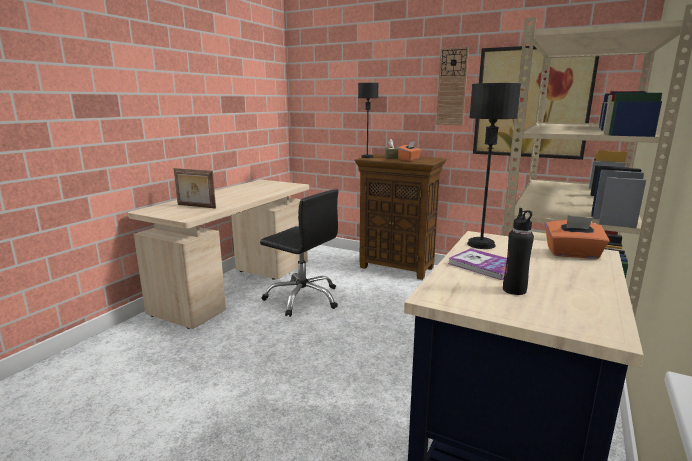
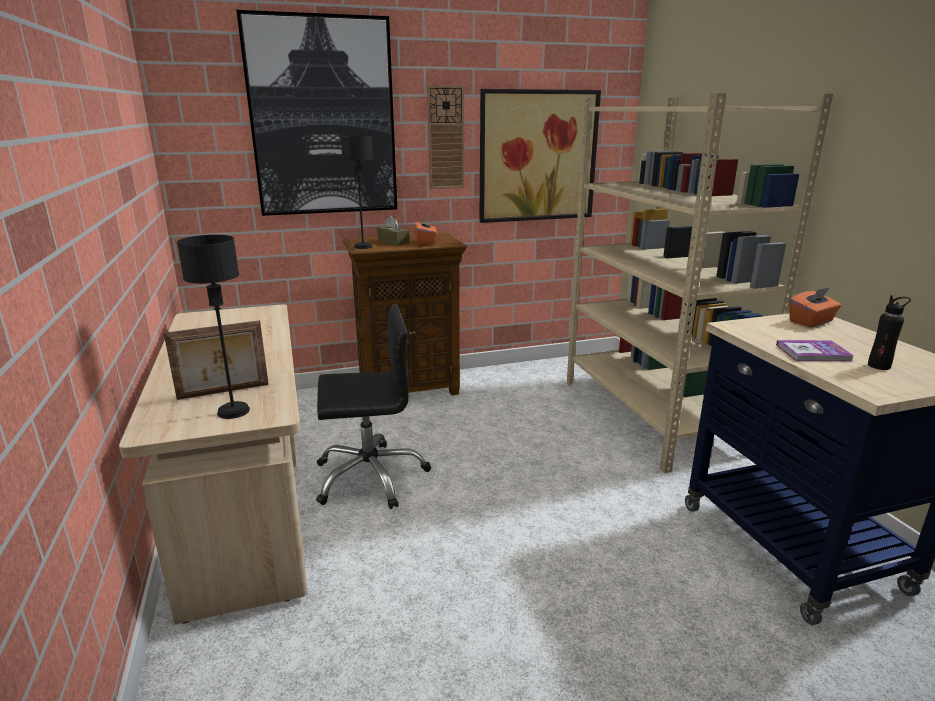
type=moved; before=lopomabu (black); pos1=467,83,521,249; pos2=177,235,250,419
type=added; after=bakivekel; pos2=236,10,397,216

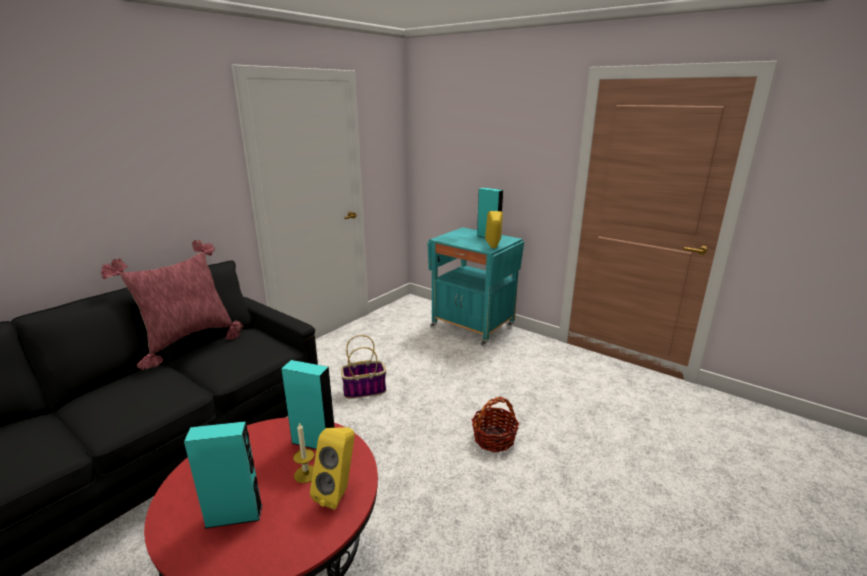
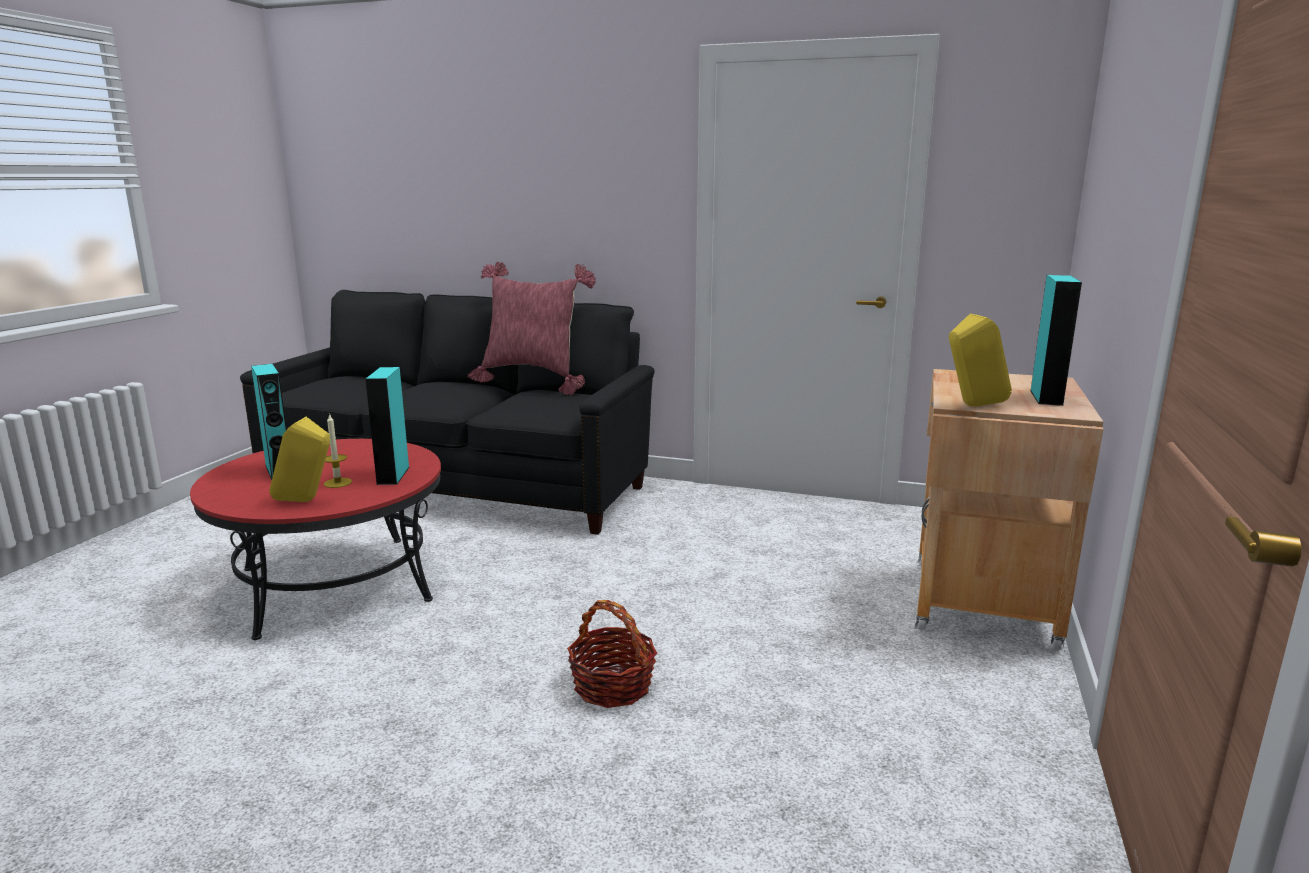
type=recoloured; before=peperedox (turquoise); after=peperedox (brown); pos1=427,227,524,347; pos2=915,369,1104,651
type=removed; before=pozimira; pos1=341,335,386,399

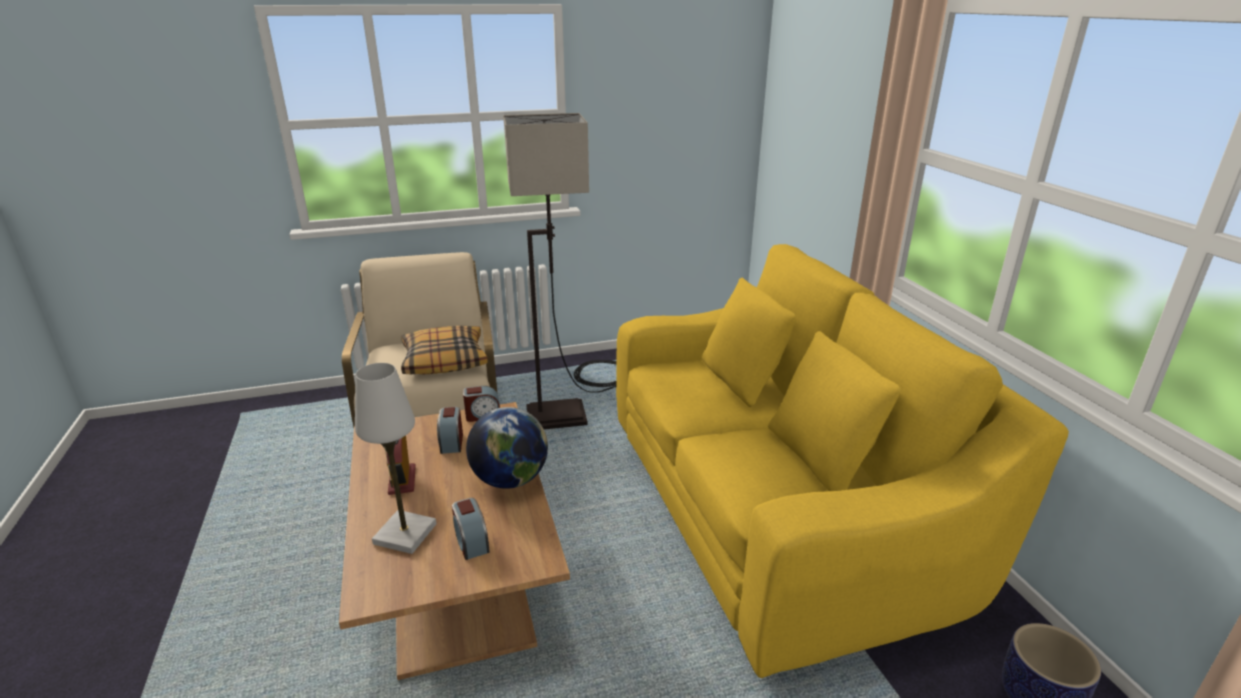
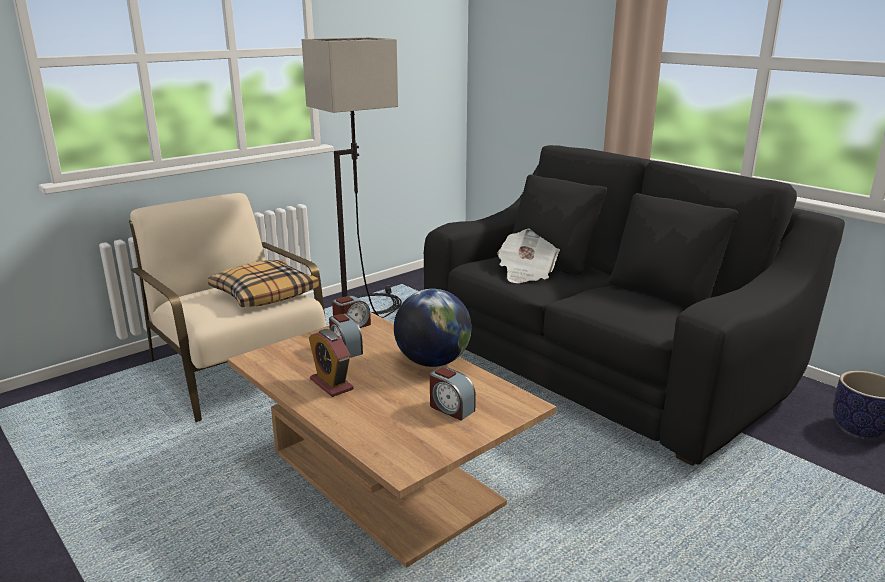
type=recoloured; before=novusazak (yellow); after=novusazak (black); pos1=616,244,1069,678; pos2=424,145,845,466
type=added; after=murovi; pos2=498,229,560,283
type=removed; before=lopomabu (white); pos1=355,363,437,554

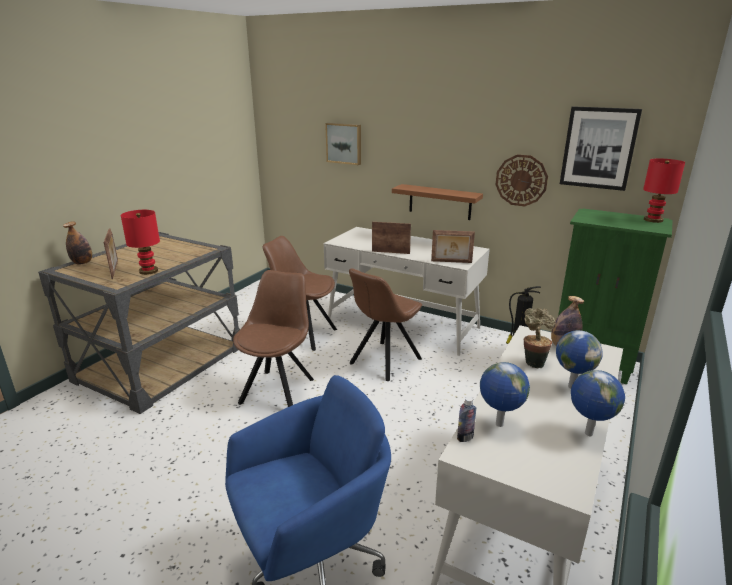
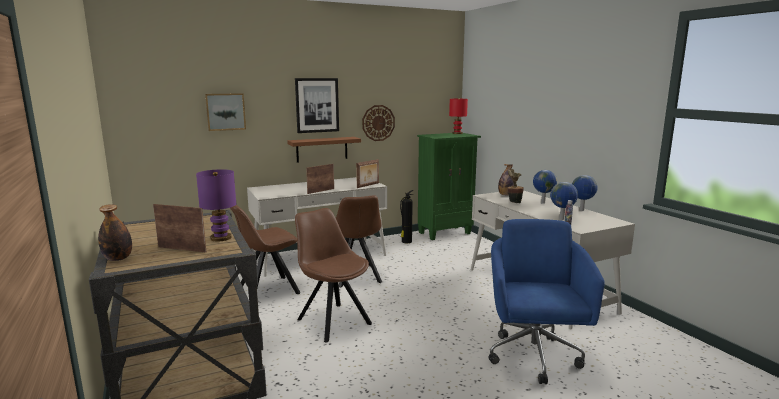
type=recoloured; before=lopomabu (red); after=lopomabu (purple); pos1=121,210,160,275; pos2=196,169,236,242
type=moved; before=bakivekel; pos1=560,106,642,191; pos2=295,78,339,133

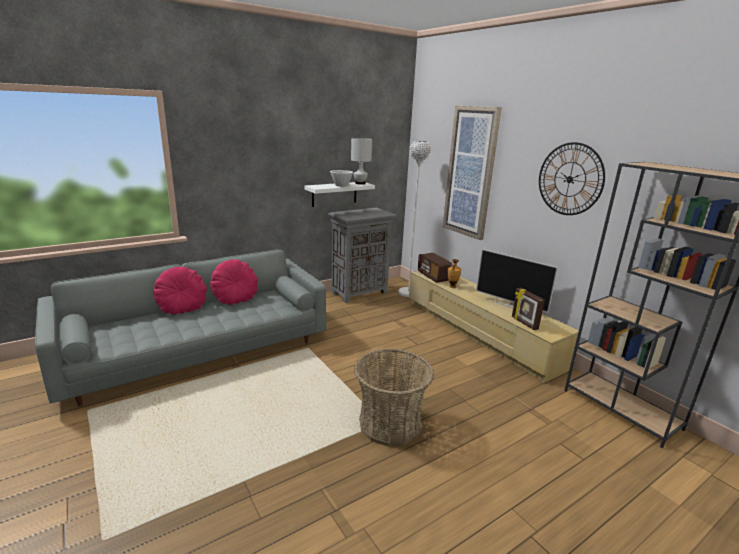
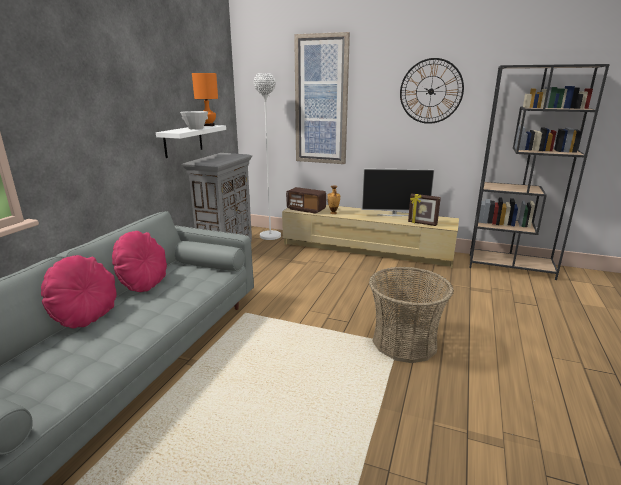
type=recoloured; before=lopomabu (white); after=lopomabu (orange); pos1=351,138,372,185; pos2=192,73,218,126

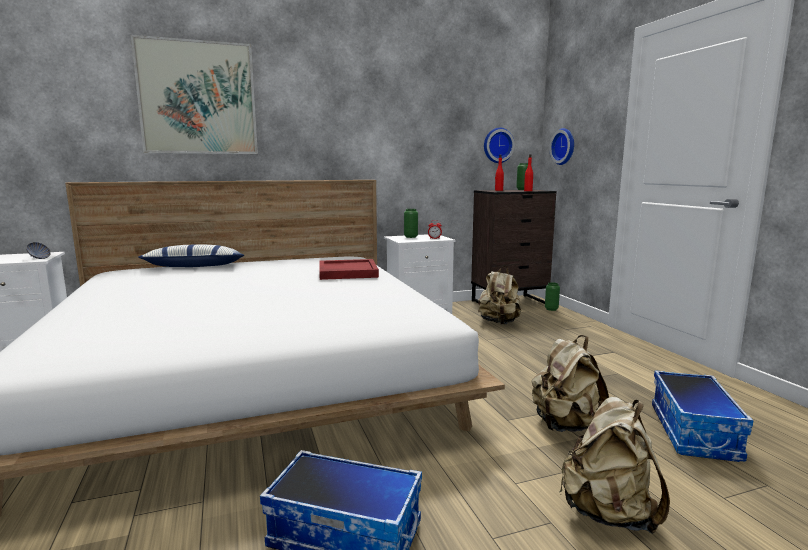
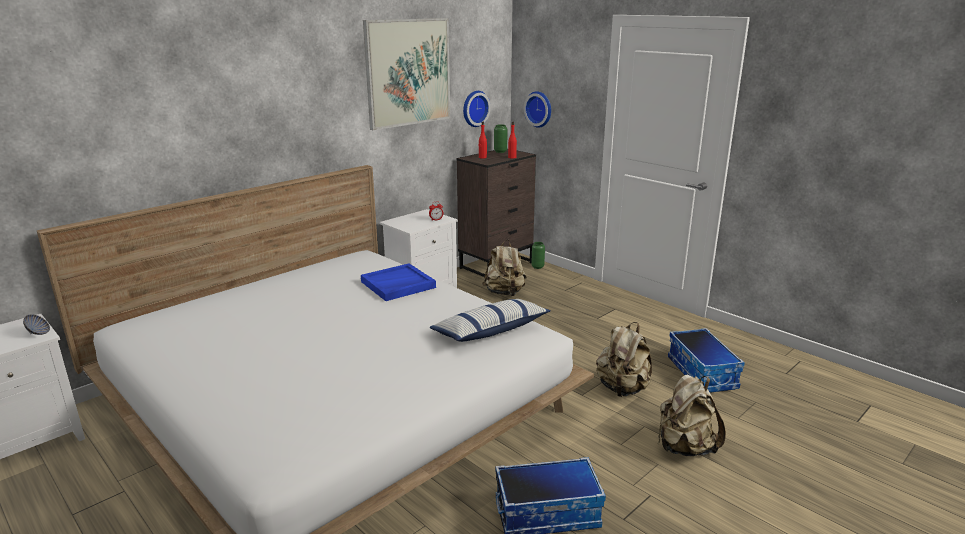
type=recoloured; before=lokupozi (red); after=lokupozi (blue); pos1=319,259,379,280; pos2=361,263,436,301
type=moved; before=bakivekel; pos1=131,35,258,154; pos2=363,18,450,130
type=moved; before=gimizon; pos1=138,244,244,267; pos2=429,299,551,342
type=removed; before=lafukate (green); pos1=404,209,418,238

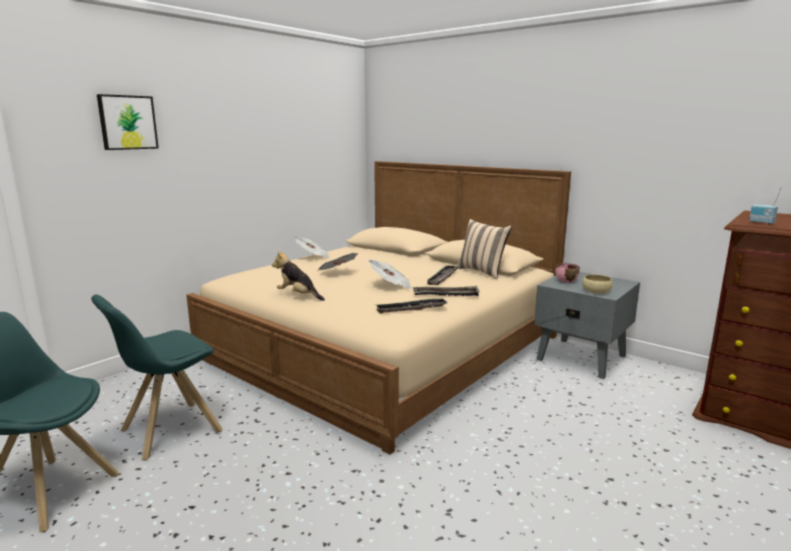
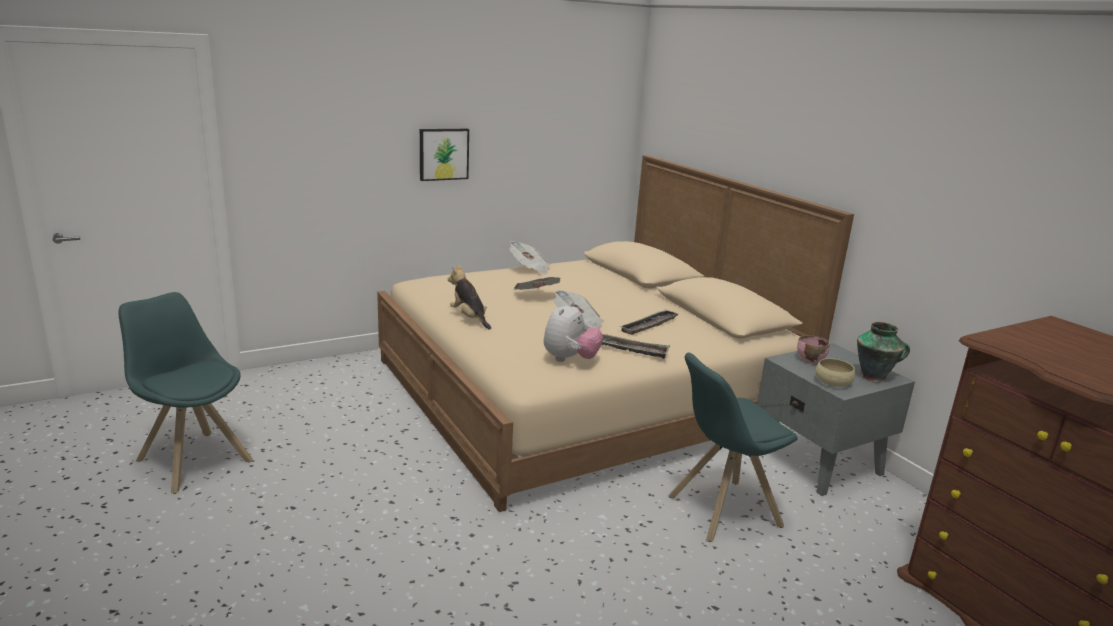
type=moved; before=bakivekel; pos1=97,94,159,150; pos2=420,129,469,181
type=replaced; before=lokupozi; after=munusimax; pos1=375,298,448,314; pos2=544,302,603,362
type=moved; before=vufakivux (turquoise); pos1=91,295,223,460; pos2=668,353,798,542
type=added; after=lafukate; pos2=857,322,910,383
type=removed; before=gimizon (beige); pos1=457,219,512,279
type=removed; before=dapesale; pos1=749,187,782,224

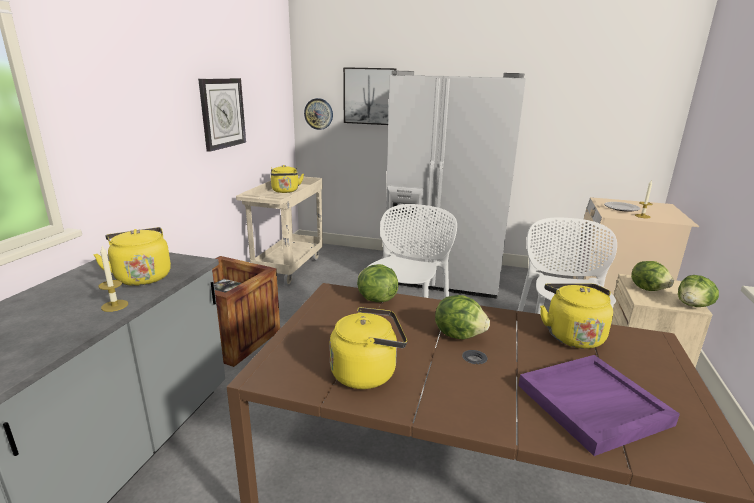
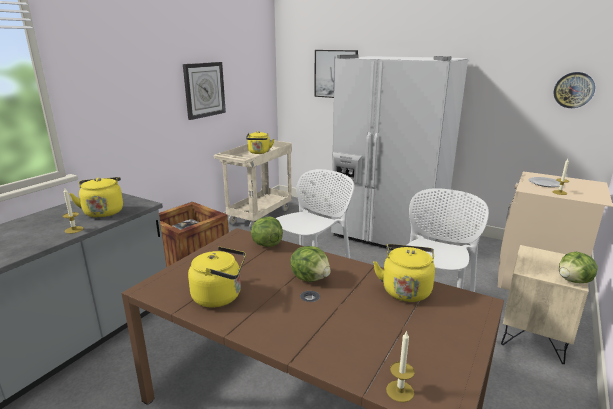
type=added; after=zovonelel; pos2=386,331,415,402
type=moved; before=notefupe; pos1=304,98,333,130; pos2=554,72,595,108
type=removed; before=lokupozi (purple); pos1=518,355,680,456
type=removed; before=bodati; pos1=631,261,674,291

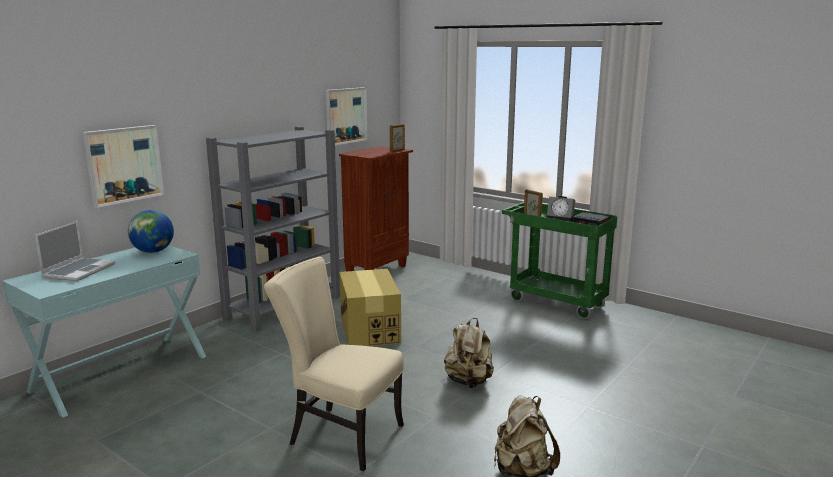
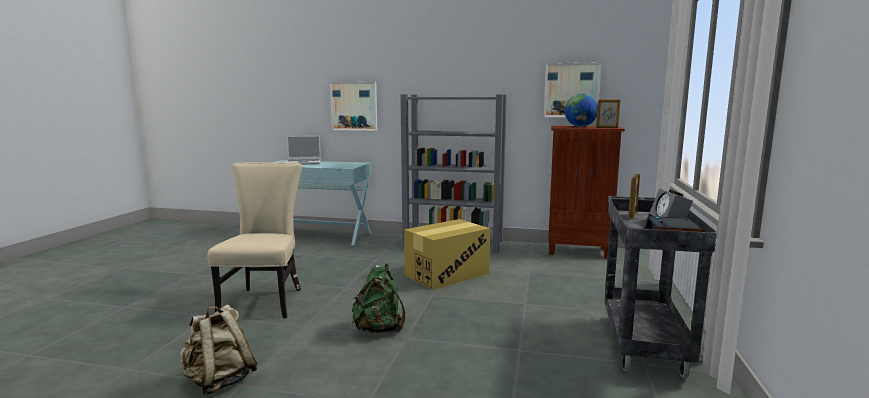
type=recoloured; before=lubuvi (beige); after=lubuvi (green); pos1=444,318,494,388; pos2=352,264,405,333
type=moved; before=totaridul; pos1=128,210,174,253; pos2=565,94,598,127
type=recoloured; before=peperedox (green); after=peperedox (grey); pos1=502,202,617,319; pos2=604,196,717,378

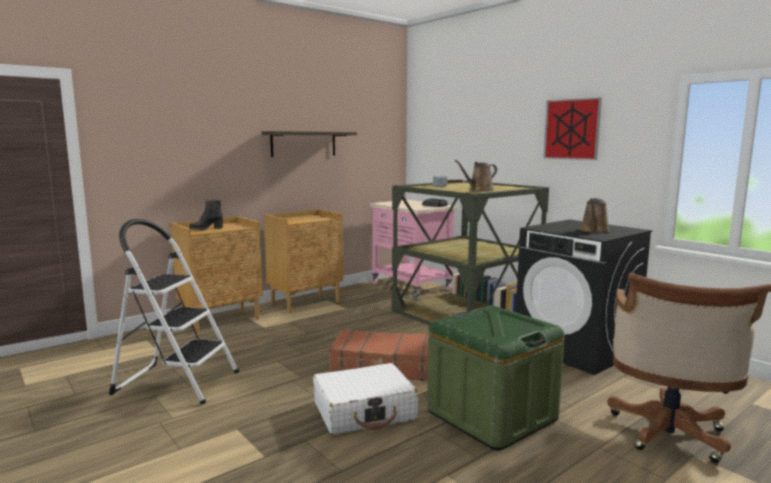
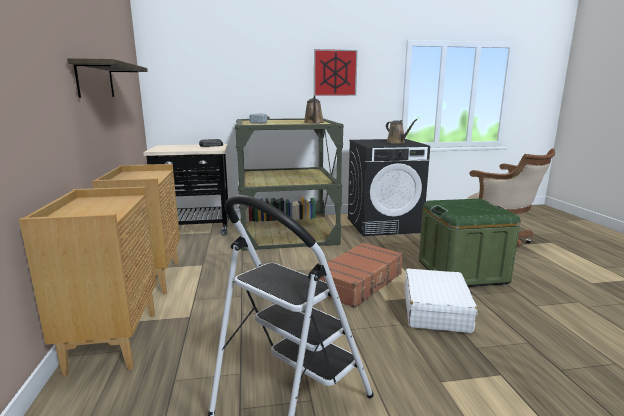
type=recoloured; before=peperedox (pink); after=peperedox (black); pos1=369,200,457,298; pos2=143,144,229,236
type=removed; before=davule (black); pos1=189,200,223,230

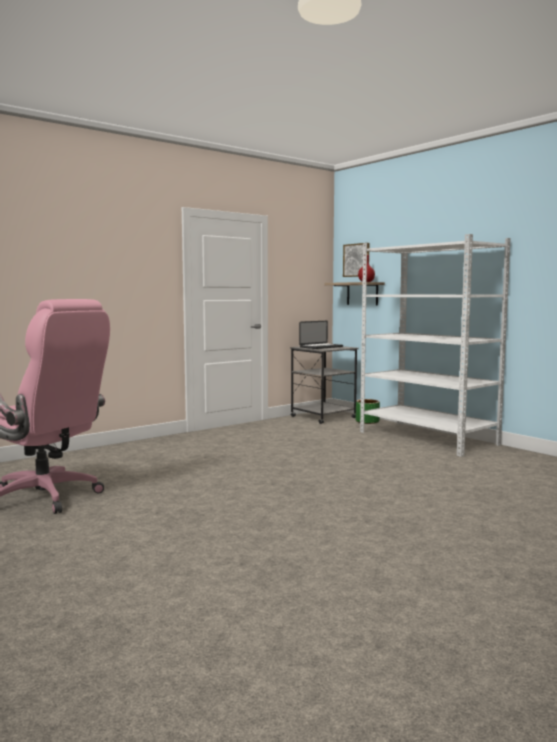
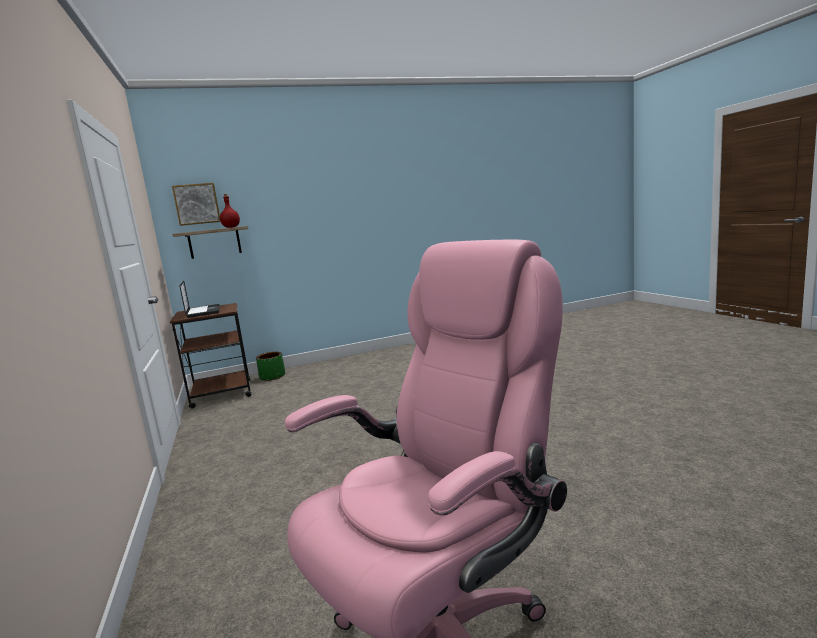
type=recoloured; before=peperedox (grey); after=peperedox (brown); pos1=290,346,359,424; pos2=170,303,252,409
type=removed; before=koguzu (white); pos1=360,234,511,457

